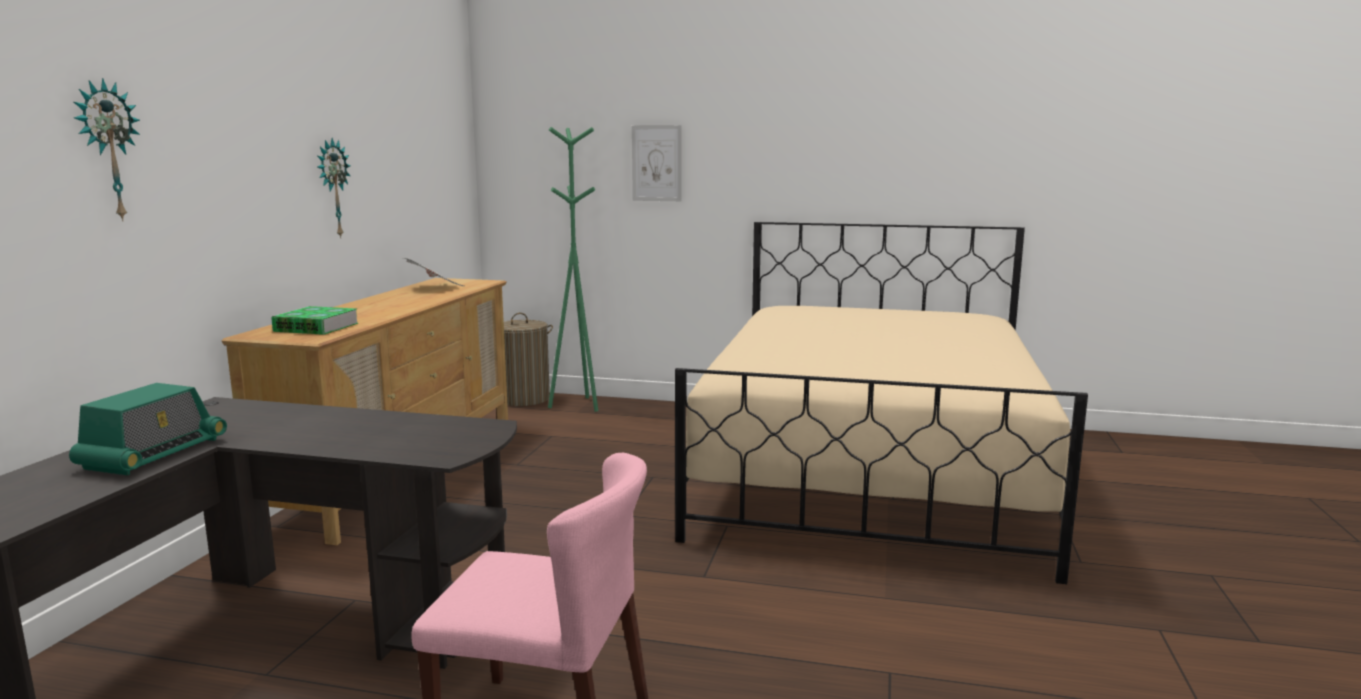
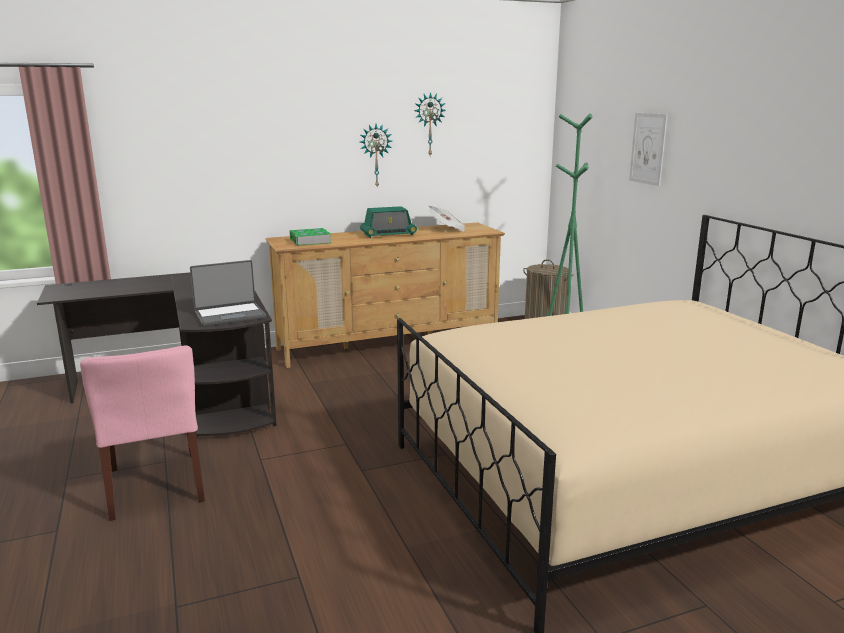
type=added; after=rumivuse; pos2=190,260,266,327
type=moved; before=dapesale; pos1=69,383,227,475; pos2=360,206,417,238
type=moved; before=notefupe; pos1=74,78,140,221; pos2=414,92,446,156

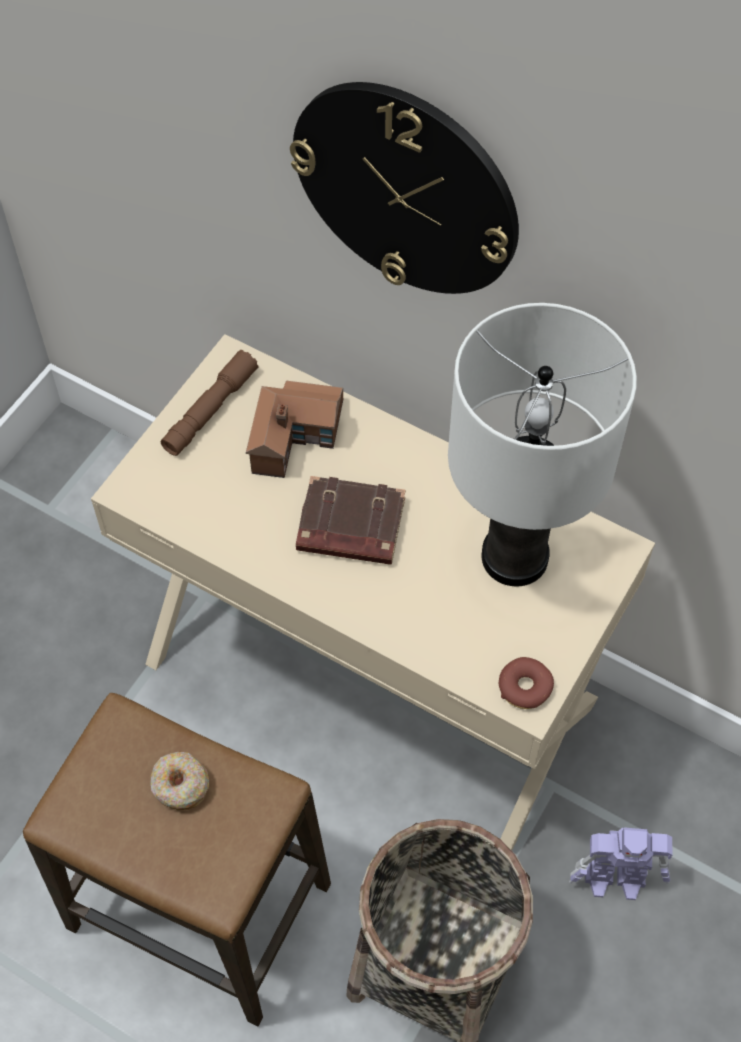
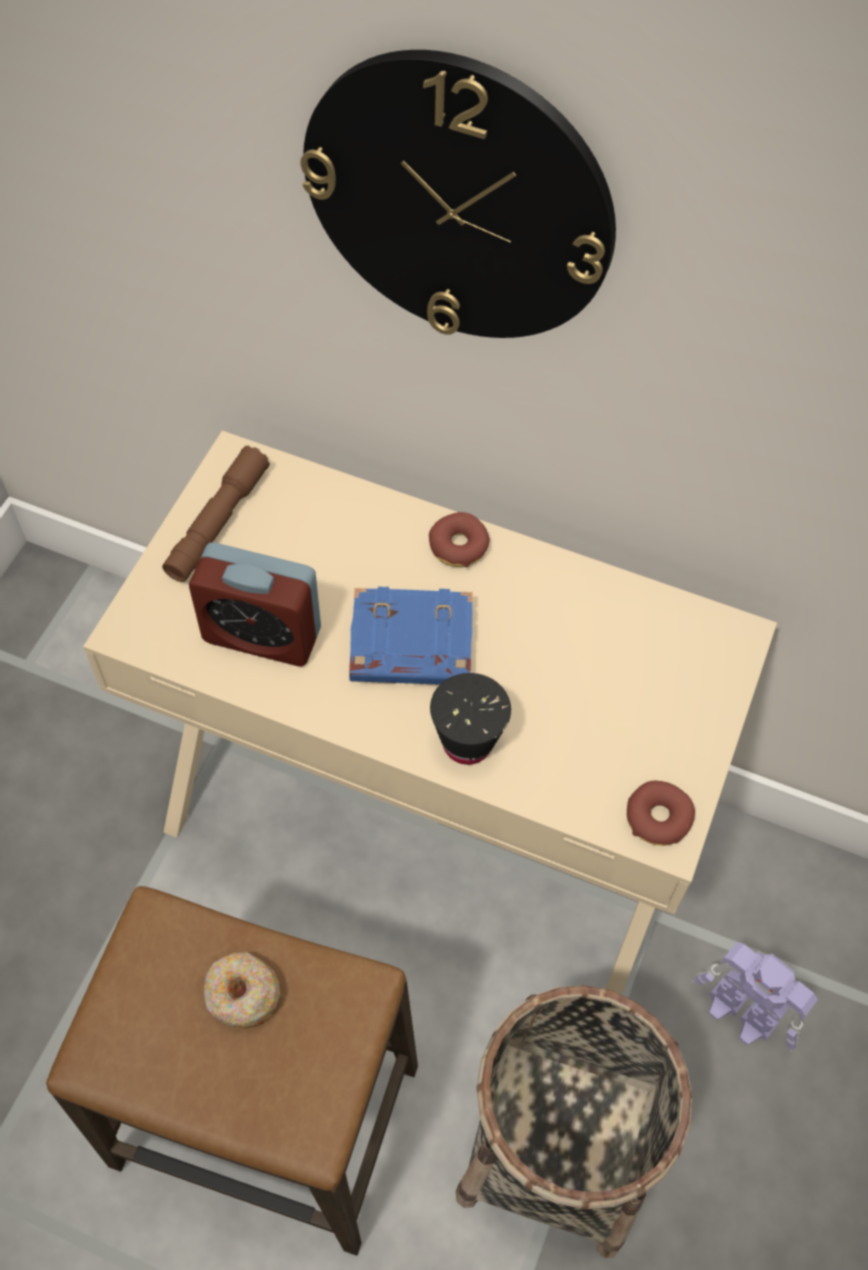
type=added; after=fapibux; pos2=189,542,321,666
type=recoloured; before=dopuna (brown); after=dopuna (blue); pos1=296,476,406,565; pos2=349,587,473,685
type=added; after=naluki; pos2=429,512,490,567
type=added; after=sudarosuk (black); pos2=430,673,511,765
type=turned; before=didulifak; pos1=569,827,673,900; pos2=692,942,818,1052; turn=45
type=removed; before=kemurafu; pos1=246,381,343,478
type=removed; before=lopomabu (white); pos1=448,303,637,586

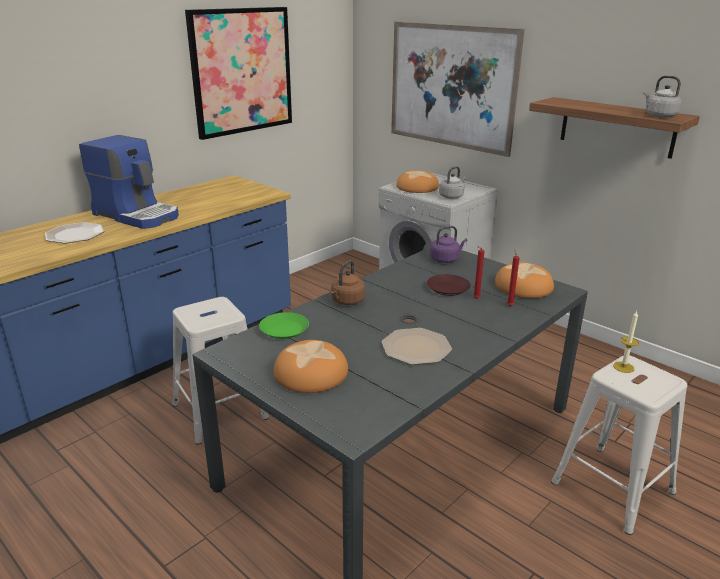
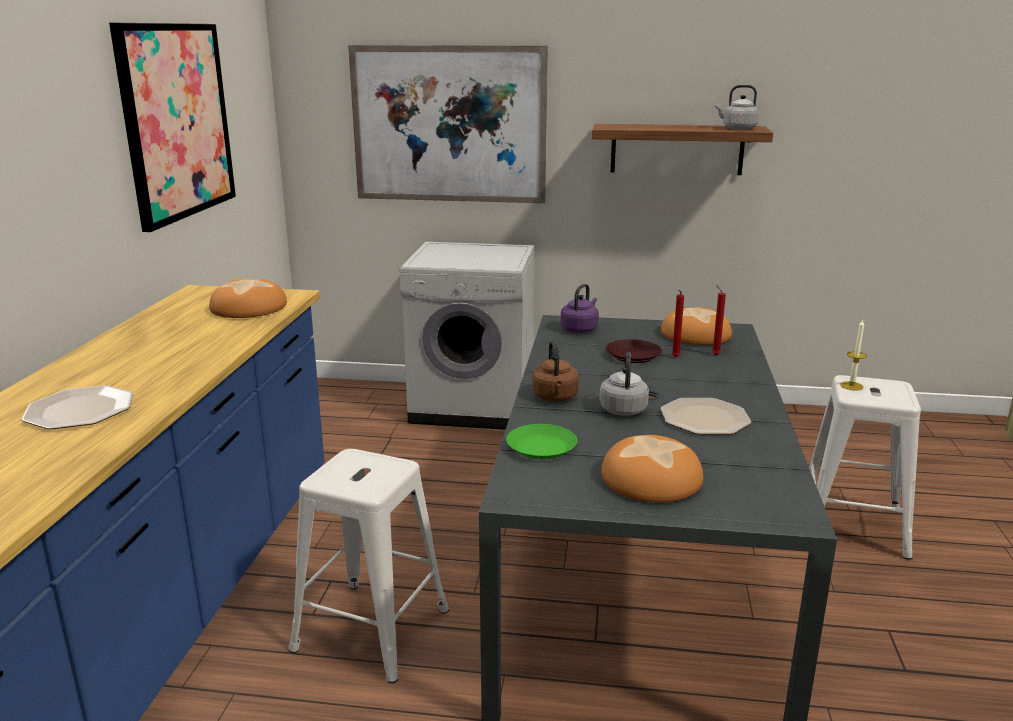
type=moved; before=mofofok; pos1=396,170,439,193; pos2=209,279,287,318
type=moved; before=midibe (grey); pos1=439,166,466,199; pos2=600,352,649,416
type=removed; before=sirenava; pos1=79,135,179,229

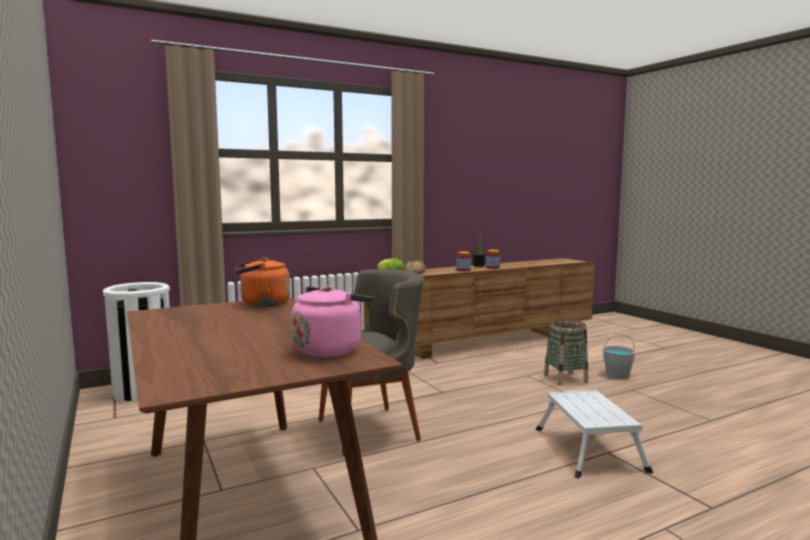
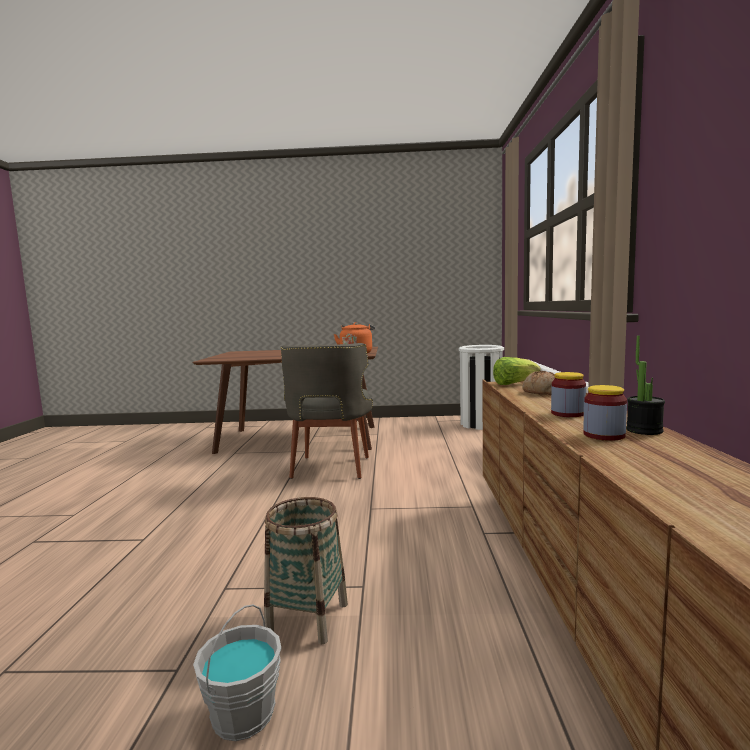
type=removed; before=midibe (pink); pos1=292,286,374,357
type=removed; before=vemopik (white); pos1=535,390,653,478

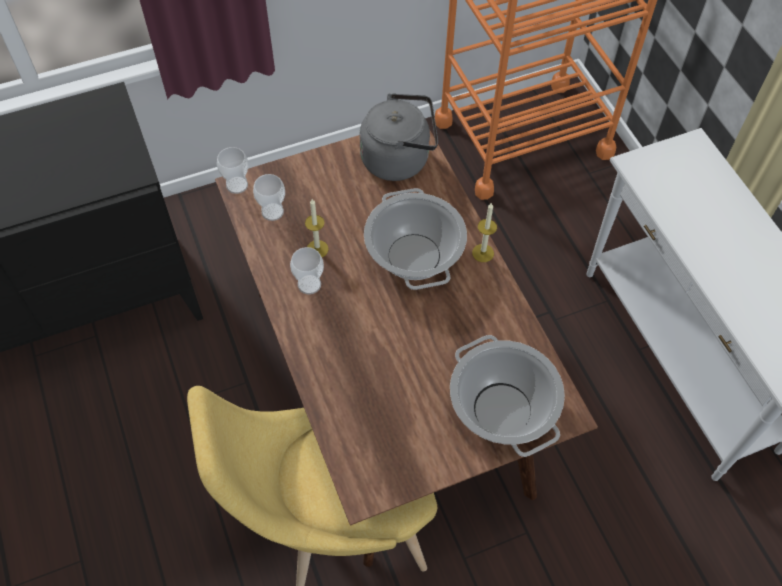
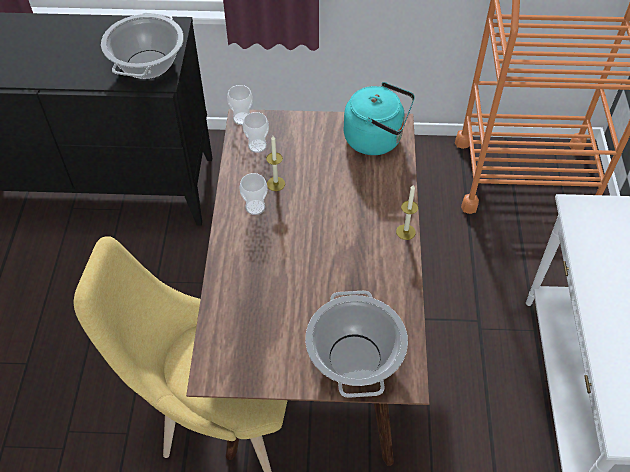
type=moved; before=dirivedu; pos1=364,188,467,290; pos2=101,13,184,79
type=recoloured; before=midibe (grey); after=midibe (turquoise); pos1=359,93,438,181; pos2=344,82,415,155

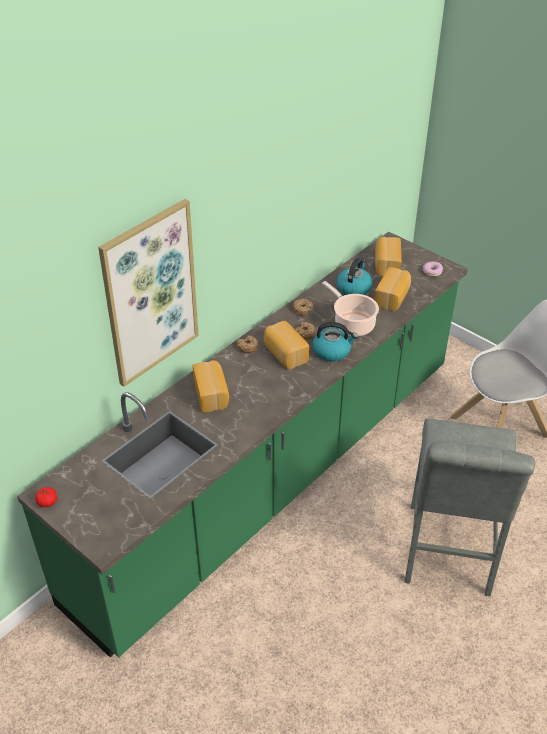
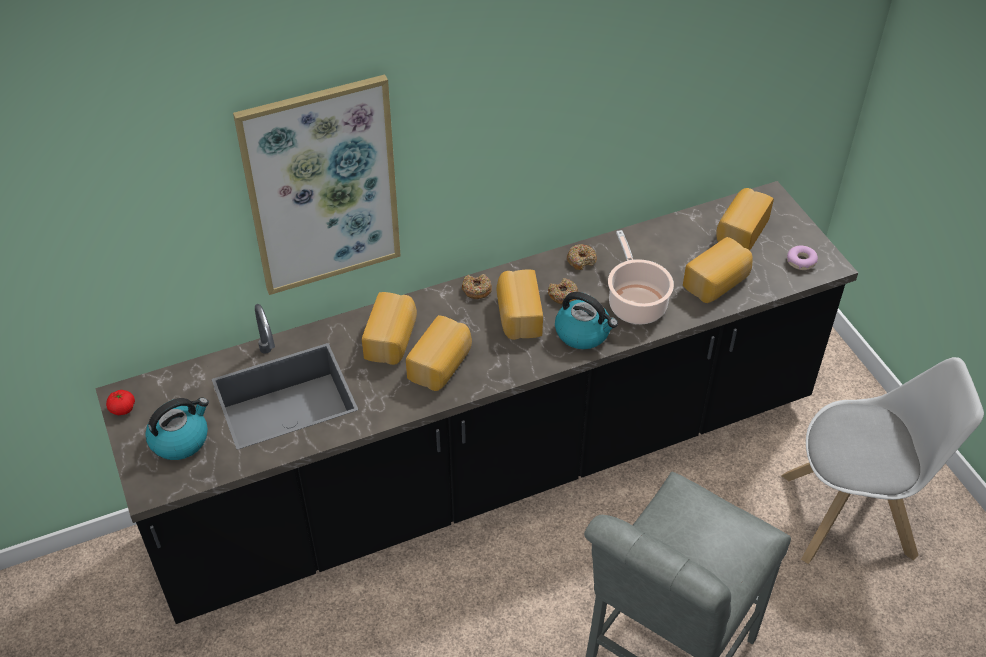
type=recoloured; before=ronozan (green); after=ronozan (black); pos1=17,232,468,658; pos2=95,181,858,624
type=moved; before=midibe; pos1=337,258,372,295; pos2=145,397,209,460
type=added; after=mofofok; pos2=406,315,472,391

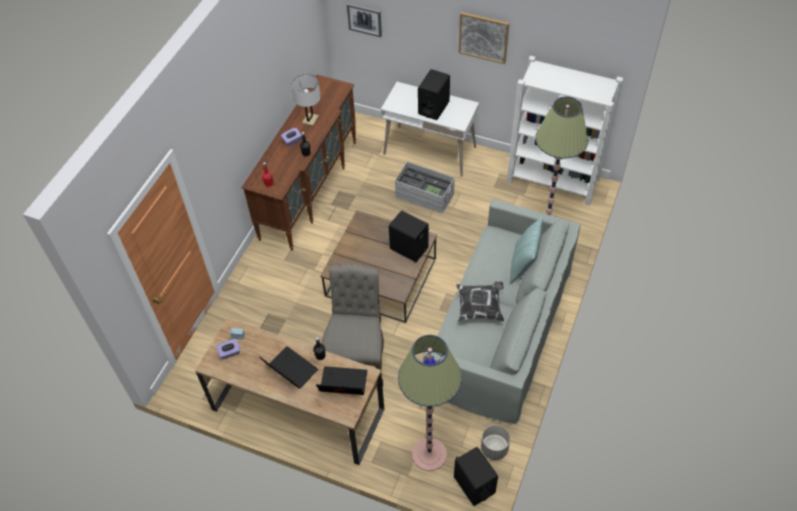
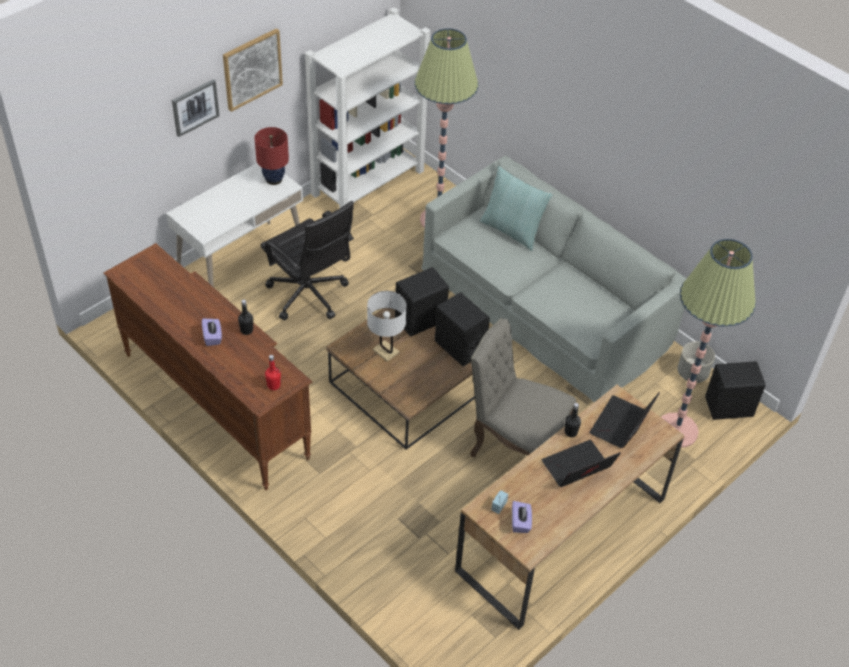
type=moved; before=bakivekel; pos1=347,4,382,37; pos2=172,79,220,137
type=added; after=lopomabu (red); pos2=254,127,289,185
type=replaced; before=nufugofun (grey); after=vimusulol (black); pos1=395,162,455,213; pos2=260,201,354,320
type=moved; before=lopomabu (white); pos1=291,75,321,126; pos2=367,291,407,362
type=moved; before=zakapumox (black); pos1=418,69,450,120; pos2=435,292,490,366
type=removed; before=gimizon; pos1=456,281,504,322

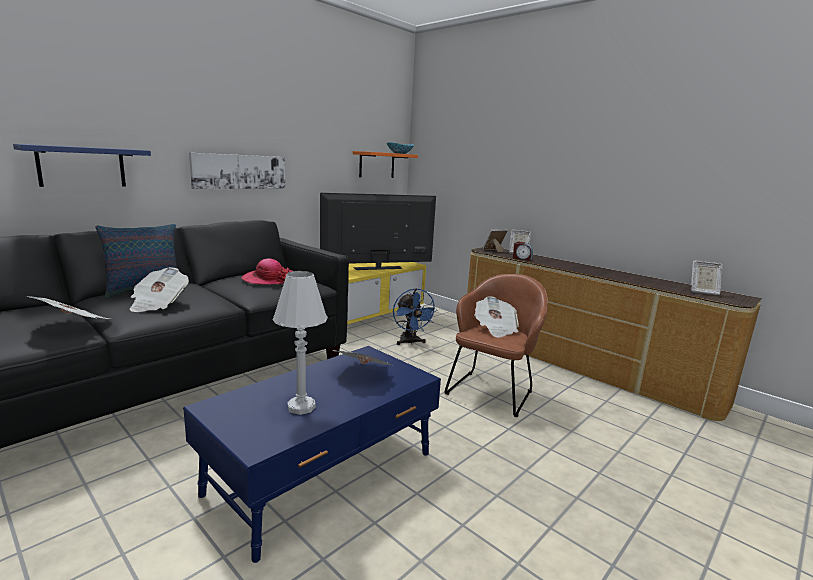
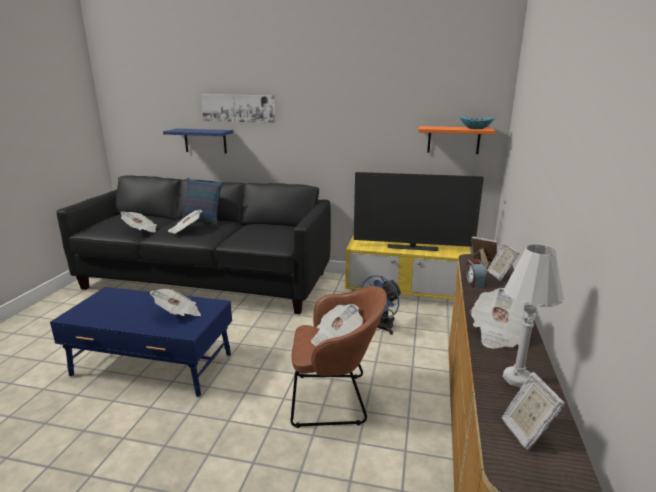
type=moved; before=bakivekel; pos1=189,153,285,189; pos2=201,95,276,123
type=turned; before=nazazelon; pos1=320,193,436,270; pos2=354,172,484,251; turn=150
type=added; after=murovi; pos2=470,288,536,348
type=moved; before=lopomabu (white); pos1=273,271,328,415; pos2=503,245,564,388
type=removed; before=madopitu; pos1=242,258,292,285

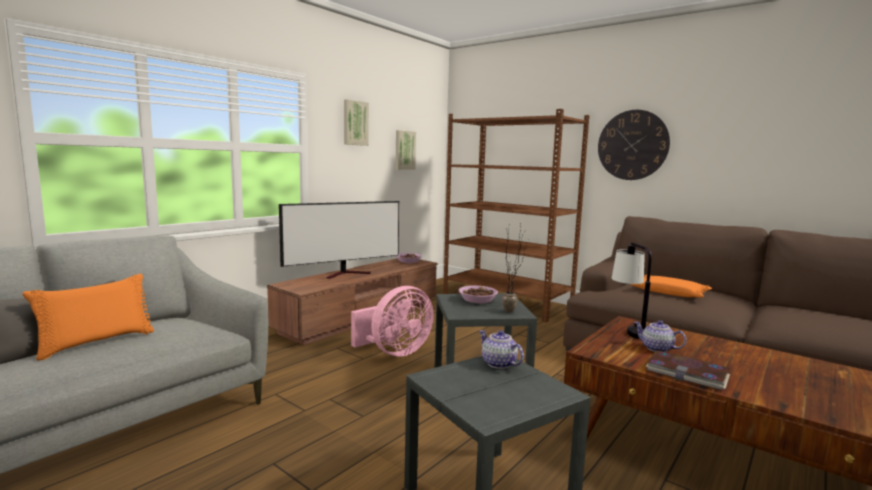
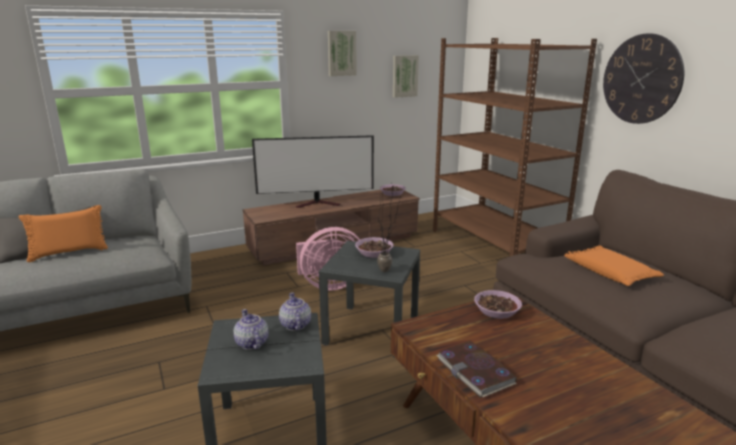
type=moved; before=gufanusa; pos1=634,320,686,352; pos2=234,309,268,350
type=replaced; before=lopomabu; after=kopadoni; pos1=612,242,652,339; pos2=474,290,522,319

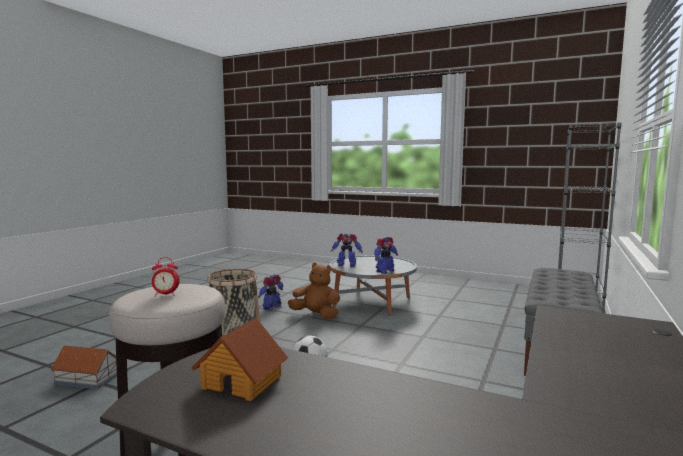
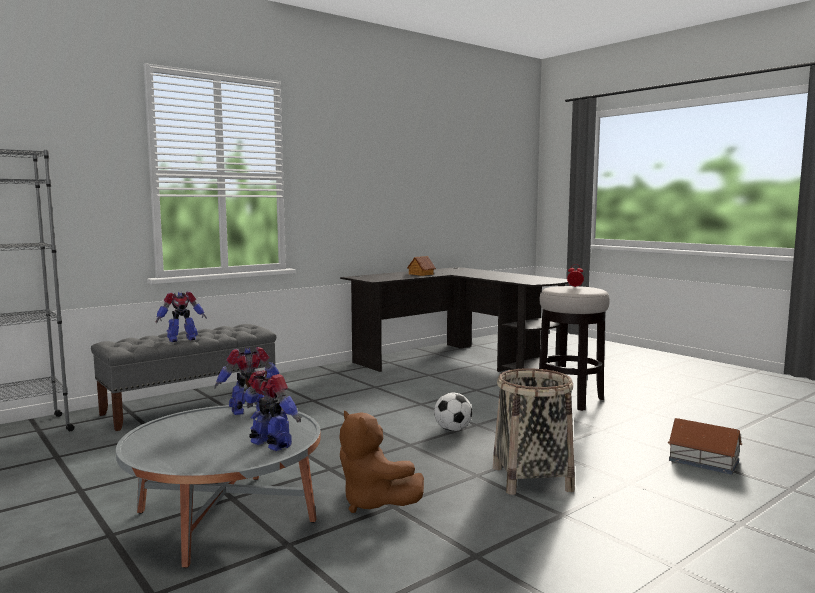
type=moved; before=didulifak; pos1=258,275,283,310; pos2=156,292,207,342
type=moved; before=kemurafu; pos1=191,317,288,401; pos2=407,256,436,276

